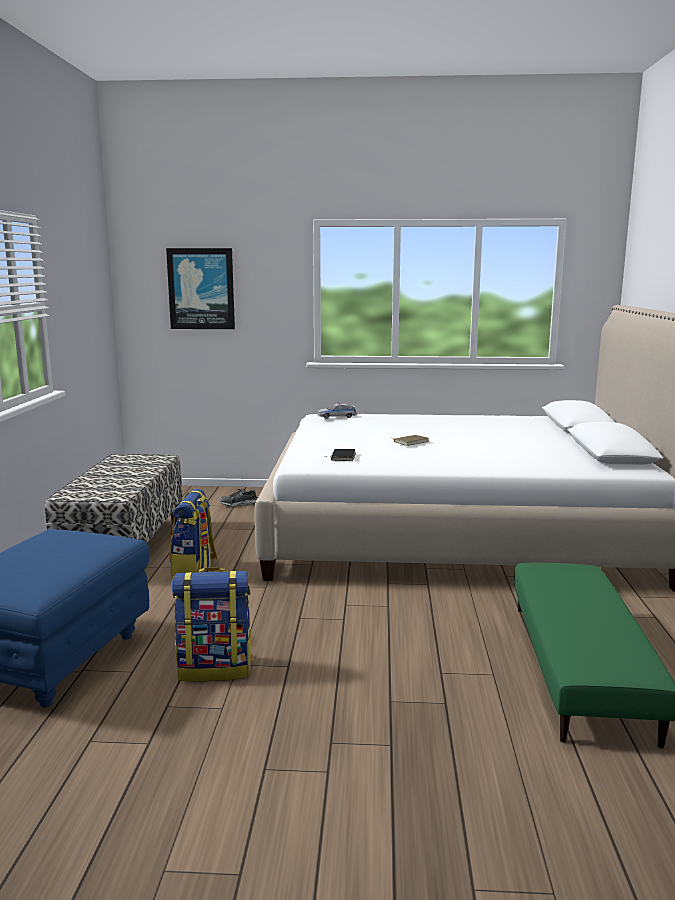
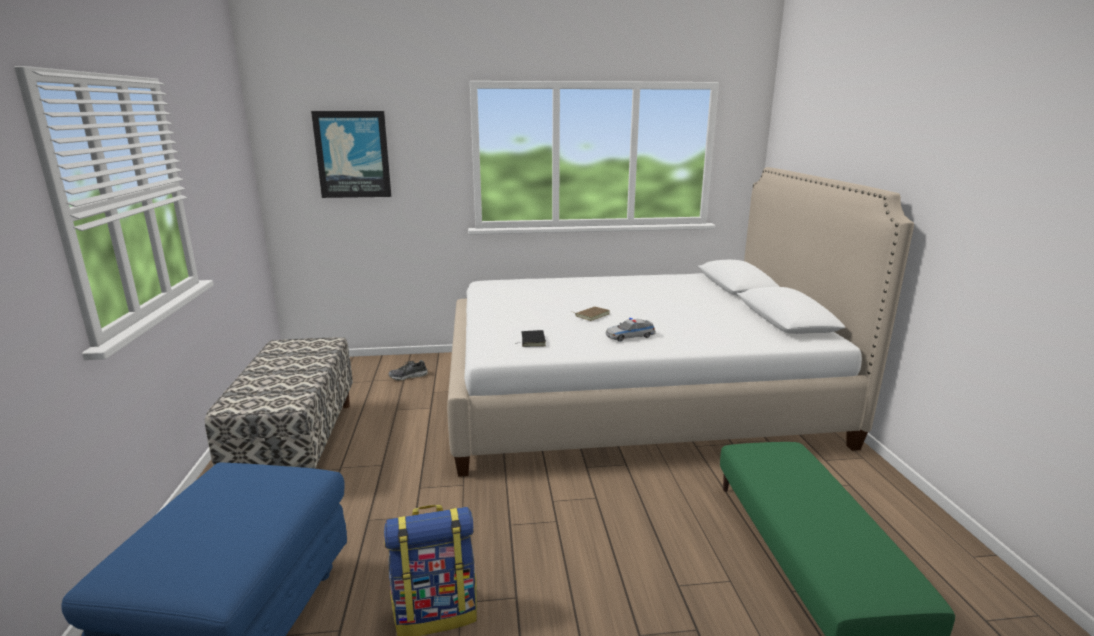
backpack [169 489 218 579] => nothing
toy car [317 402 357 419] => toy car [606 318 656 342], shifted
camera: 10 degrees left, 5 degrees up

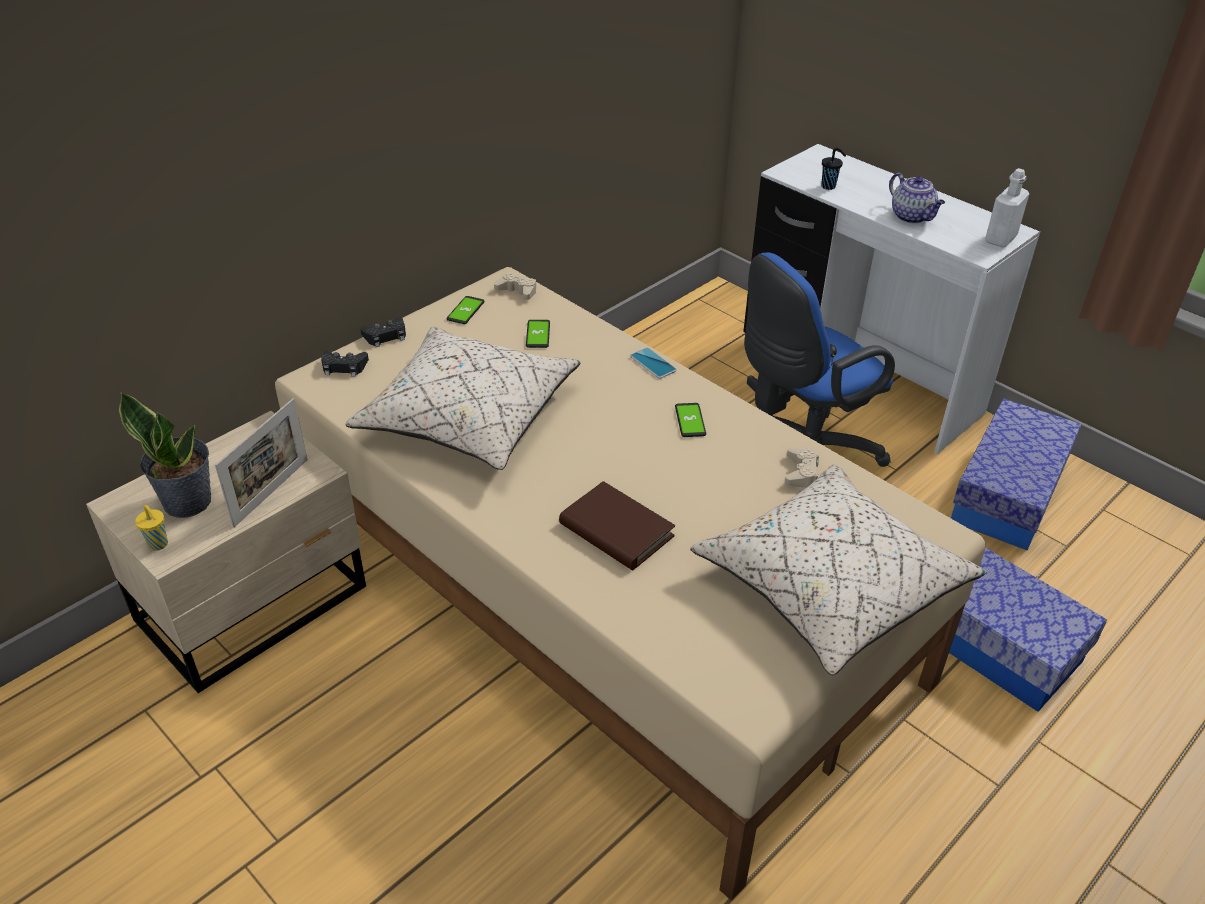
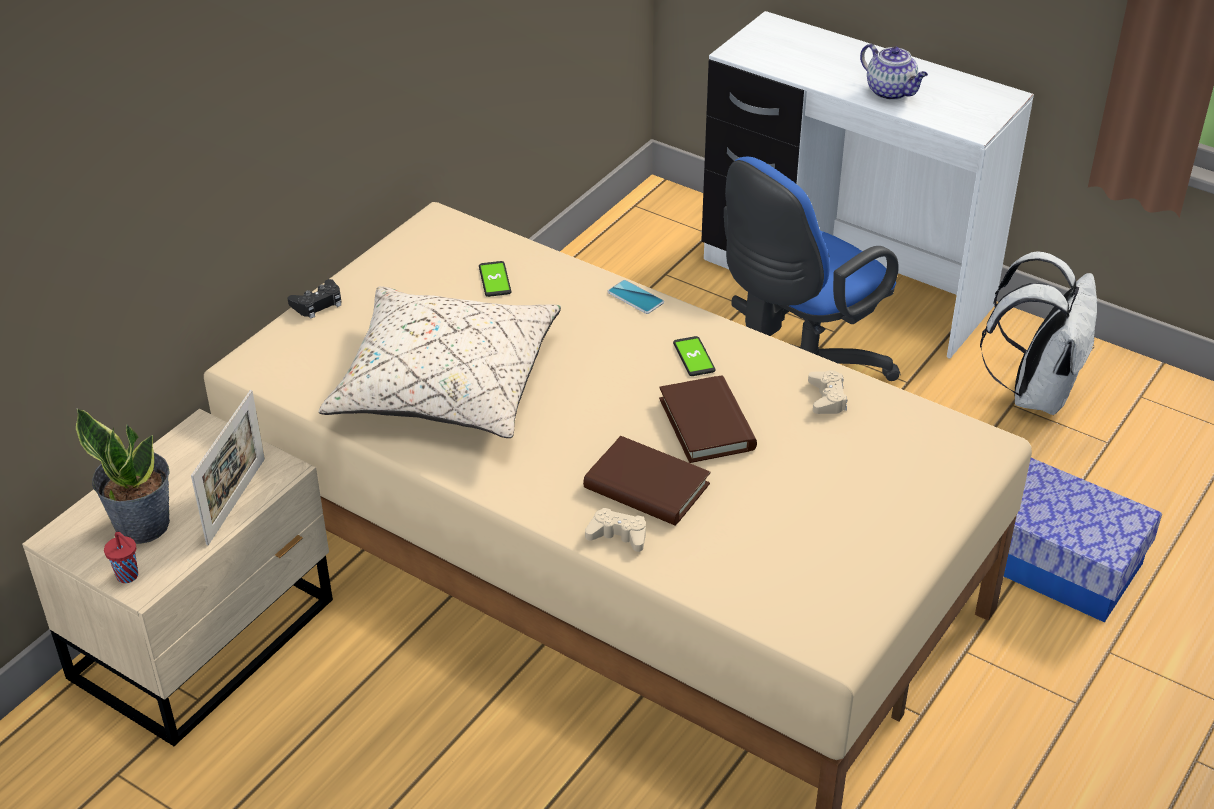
yellow cup [135 505 168 551] => red cup [104 532 138 583]
black game controller [321 350 369 377] => nothing
phone [447 296 485 324] => nothing
beige game controller [494 272 536 300] => beige game controller [585 508 646 552], shifted
beige pillow [690 464 986 675] => nothing
black cup [821 148 846 190] => nothing
storage box [951 398 1081 550] => white backpack [980 251 1097 415]
white bottle [985 168 1029 248] => nothing
nothing => brown book [659 375 757 463]
camera: 10 degrees left, 0 degrees up

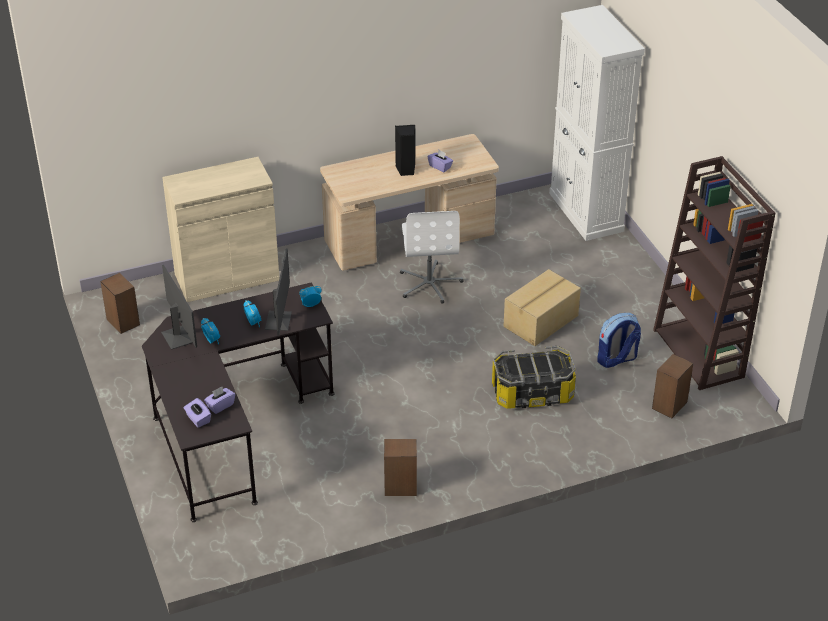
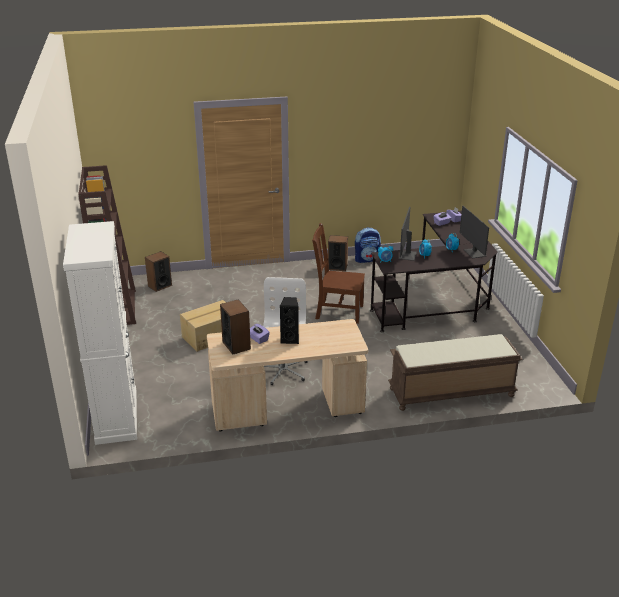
speaker [100 273 140 334] => speaker [220 299 251 355], shifted
beige cabinet [162 157 279 302] => brown bench [388 334 523 411]
storage box [492 346 576 409] => nothing
backpack [597 313 641 368] => backpack [355 228 381 263], shifted
nothing => brown chair [312 223 365 324]
camera: 170 degrees left, 10 degrees down

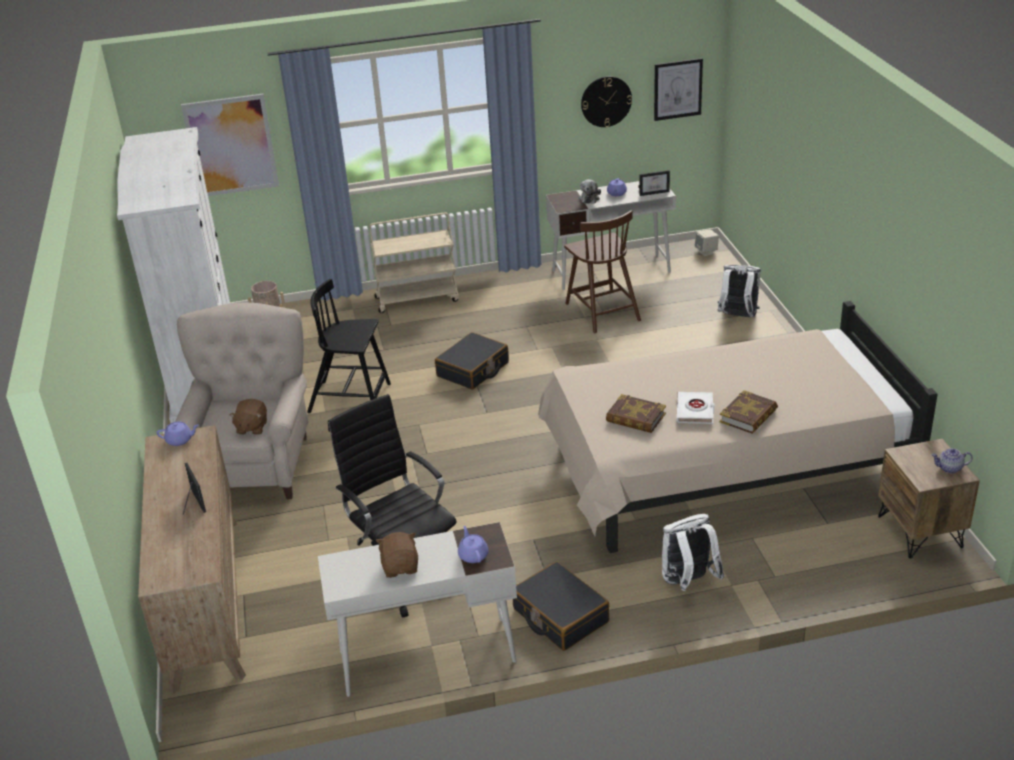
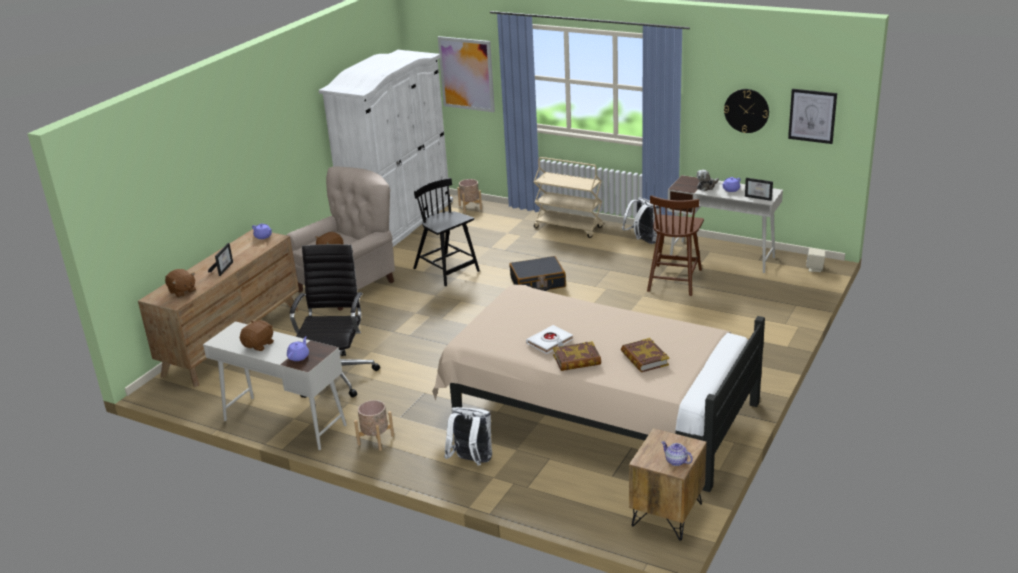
black suitcase [513 561 609 651] => beige planter [354 400 394 451]
book [606 394 666 433] => book [621 338 669 372], shifted
white backpack [717 265 761 317] => white backpack [622 197 660 244], shifted
nothing => brown plush toy [165 269 196 297]
camera: 40 degrees right, 5 degrees down

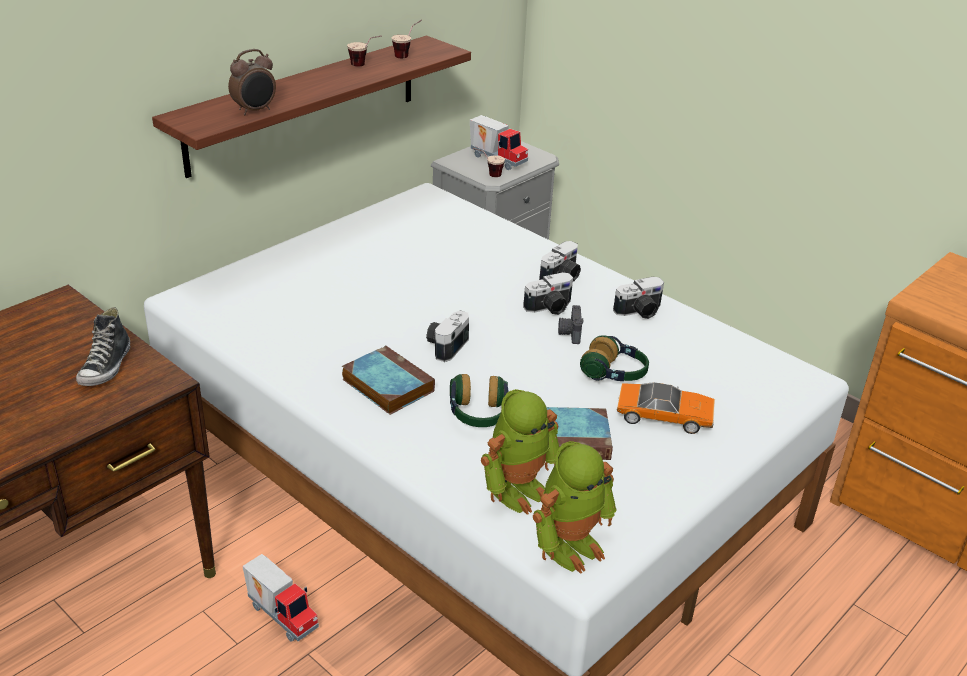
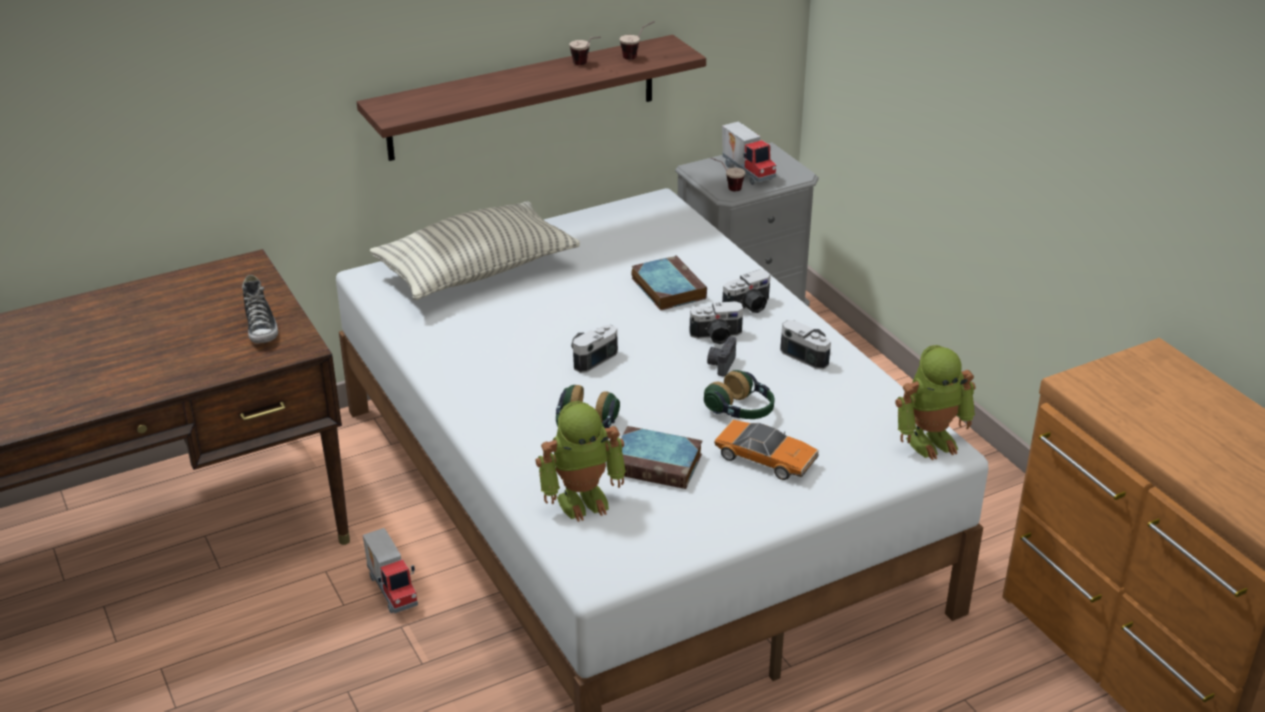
shoe [76 307 131 386] => shoe [242 275 278 343], 45 degrees counterclockwise
alarm clock [228 49 276 115] => nothing
book [342 345 435 415] => book [631 255 707 311], shifted
toy robot [533 441 617 574] => toy robot [895 345 976 460], shifted
photo camera [613 277 664 319] => photo camera [780 320 831 369], 135 degrees counterclockwise
nothing => pillow [370 201 580 300]
camera: 20 degrees right, 0 degrees up

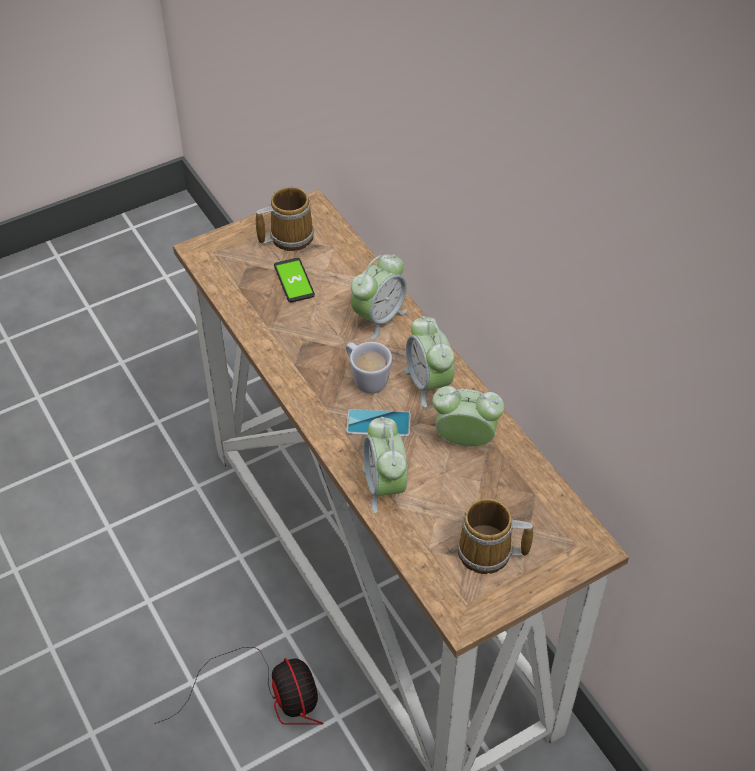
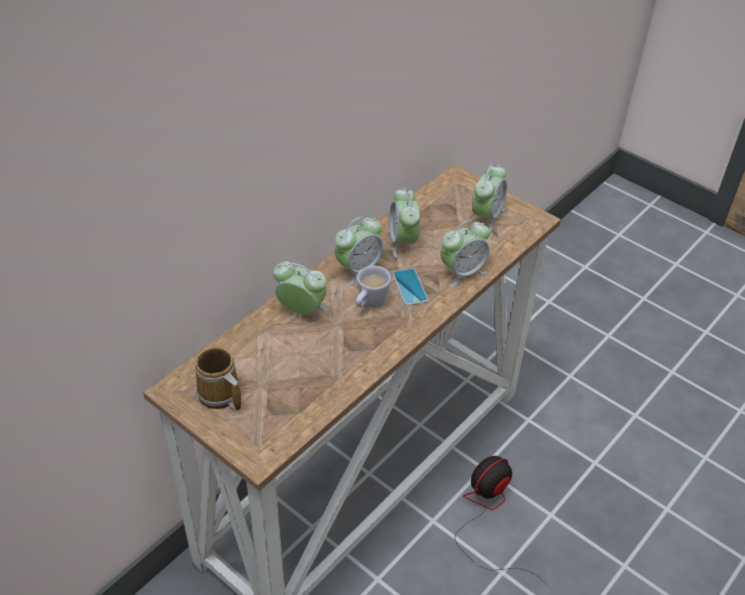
phone [274 258 315 302] => nothing
mug [458 498 533 574] => alarm clock [472 164 507 232]
camera: 110 degrees left, 5 degrees down

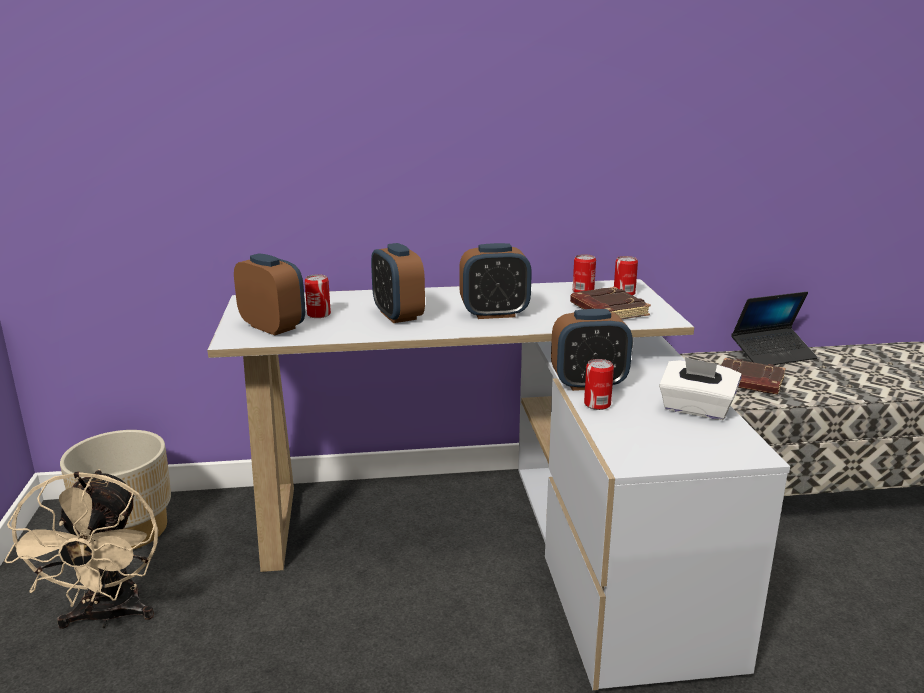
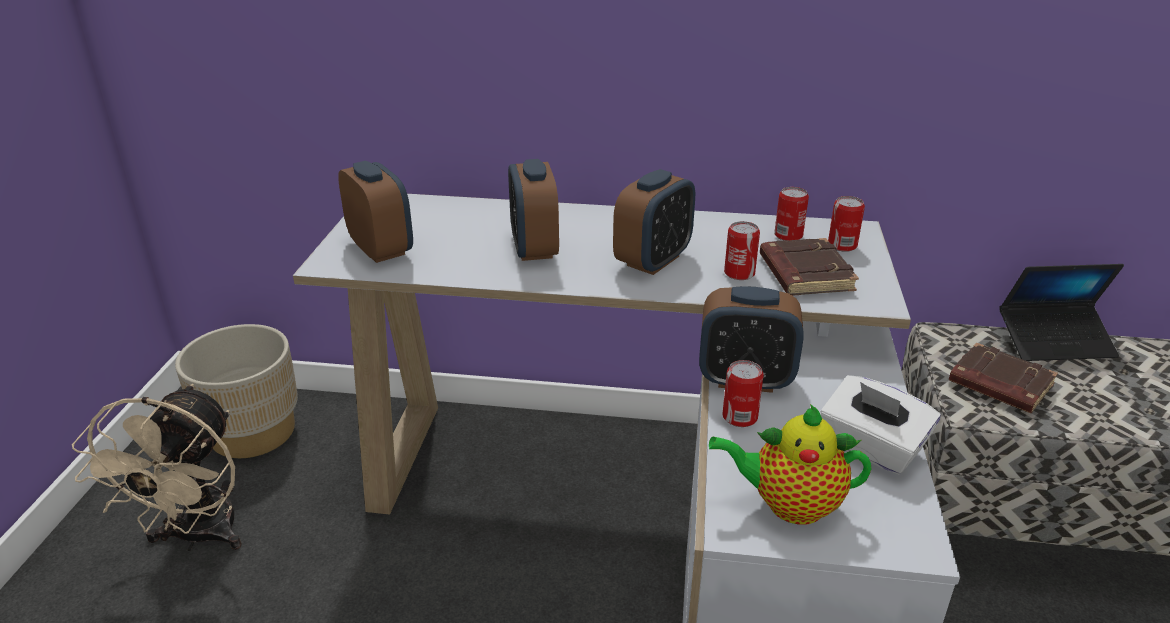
can [305 274 331 318] => can [724 221 760 280], shifted
alarm clock [459 243 532 319] => alarm clock [613 169 695 275], 60 degrees counterclockwise
nothing => teapot [709 404 871 525]
camera: 15 degrees right, 10 degrees up

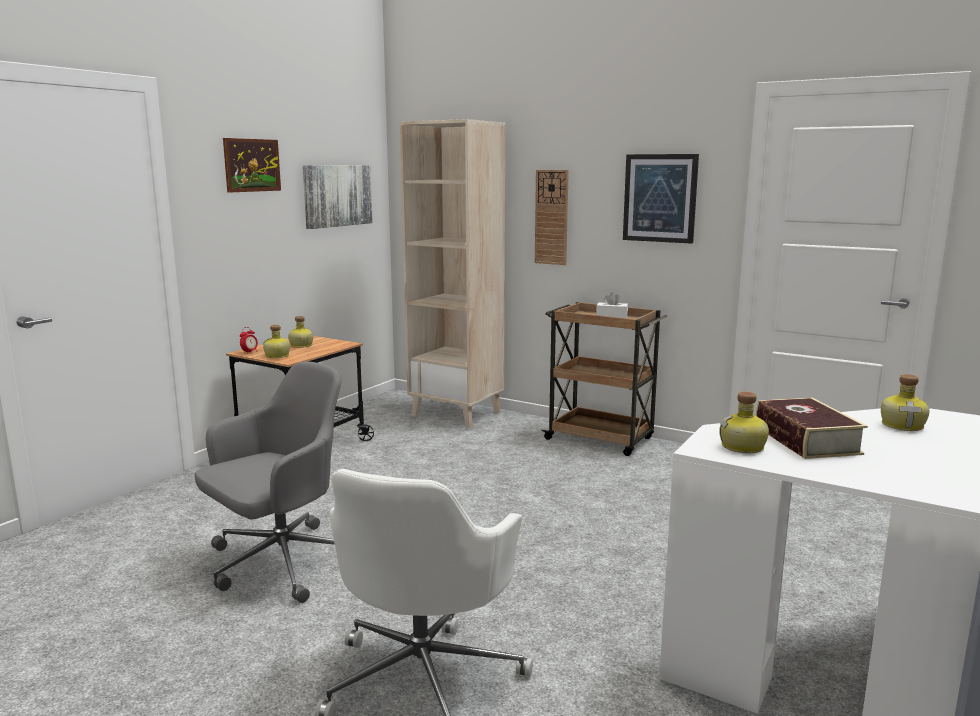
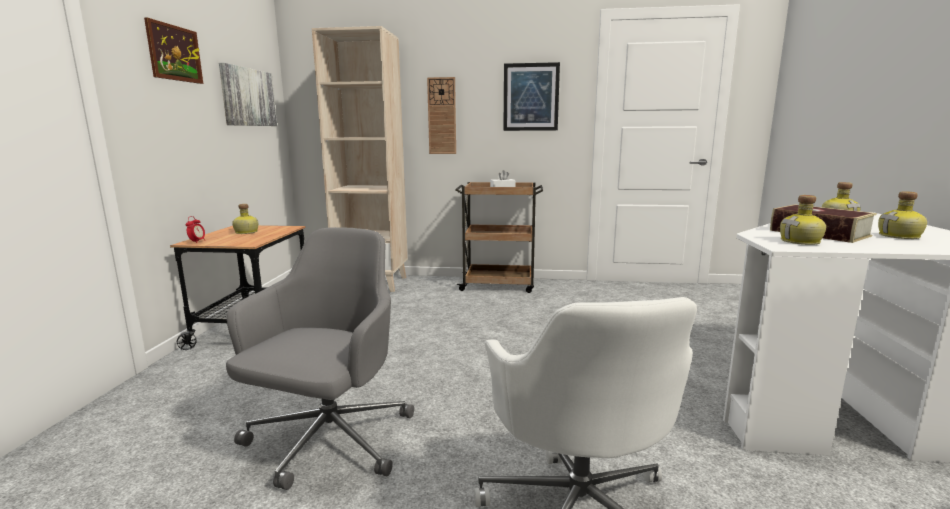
bottle [263 325 290 358] => bottle [878 191 927 239], shifted
camera: 25 degrees left, 0 degrees up

